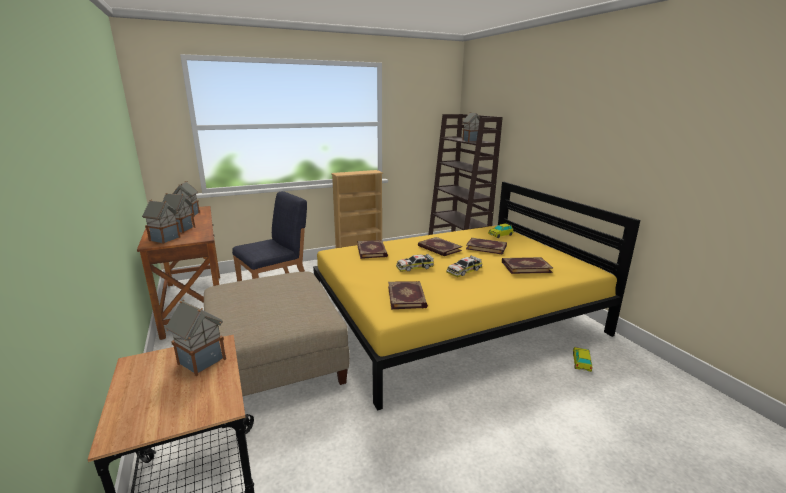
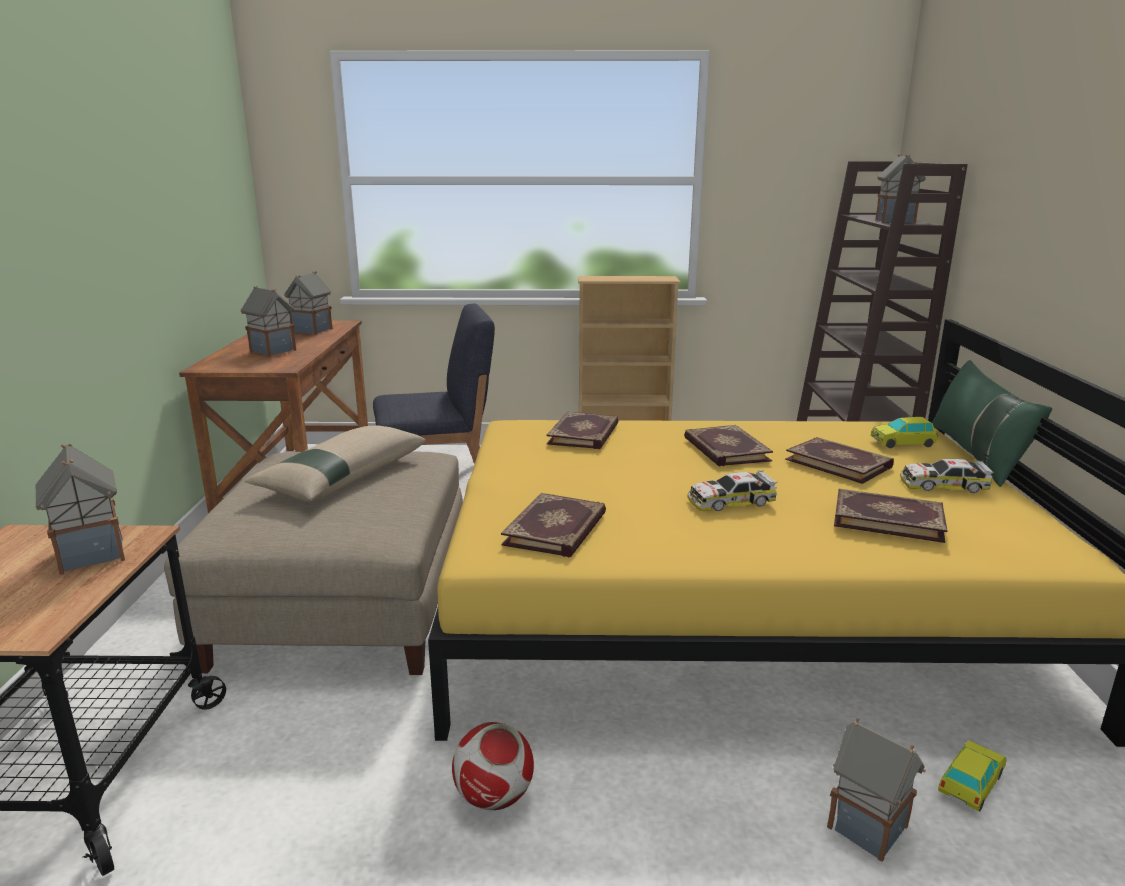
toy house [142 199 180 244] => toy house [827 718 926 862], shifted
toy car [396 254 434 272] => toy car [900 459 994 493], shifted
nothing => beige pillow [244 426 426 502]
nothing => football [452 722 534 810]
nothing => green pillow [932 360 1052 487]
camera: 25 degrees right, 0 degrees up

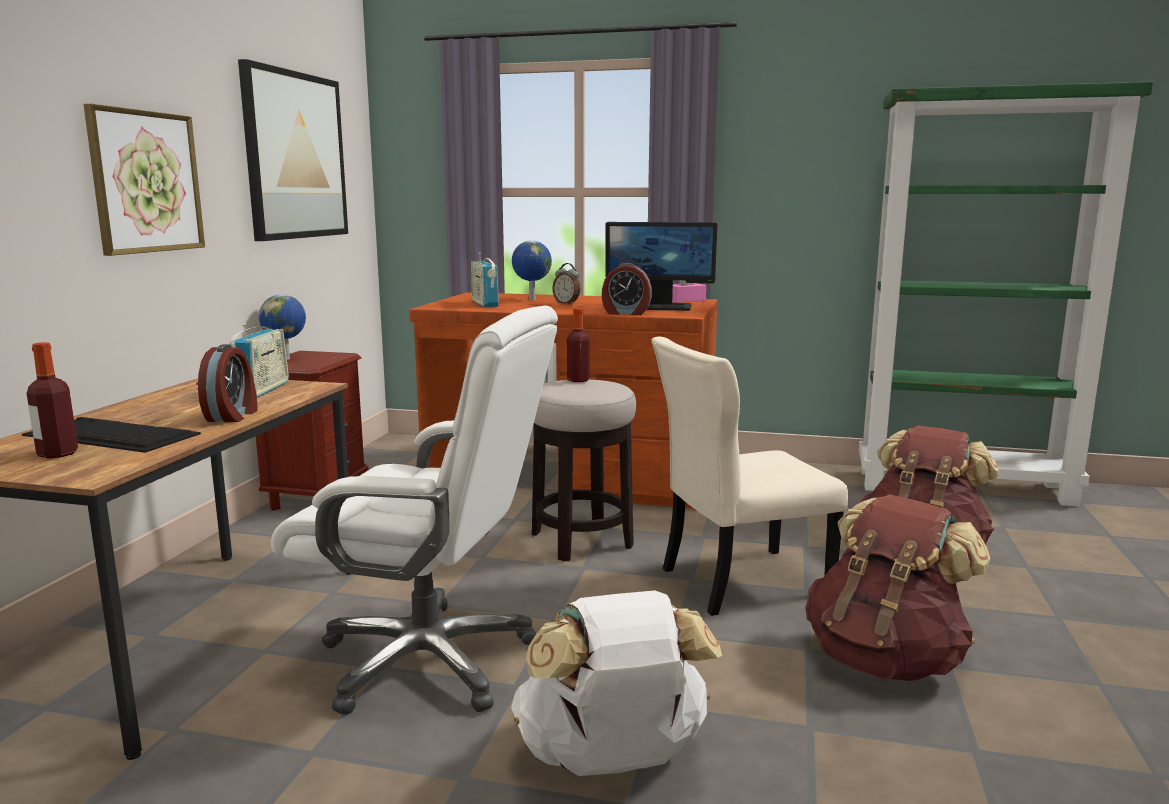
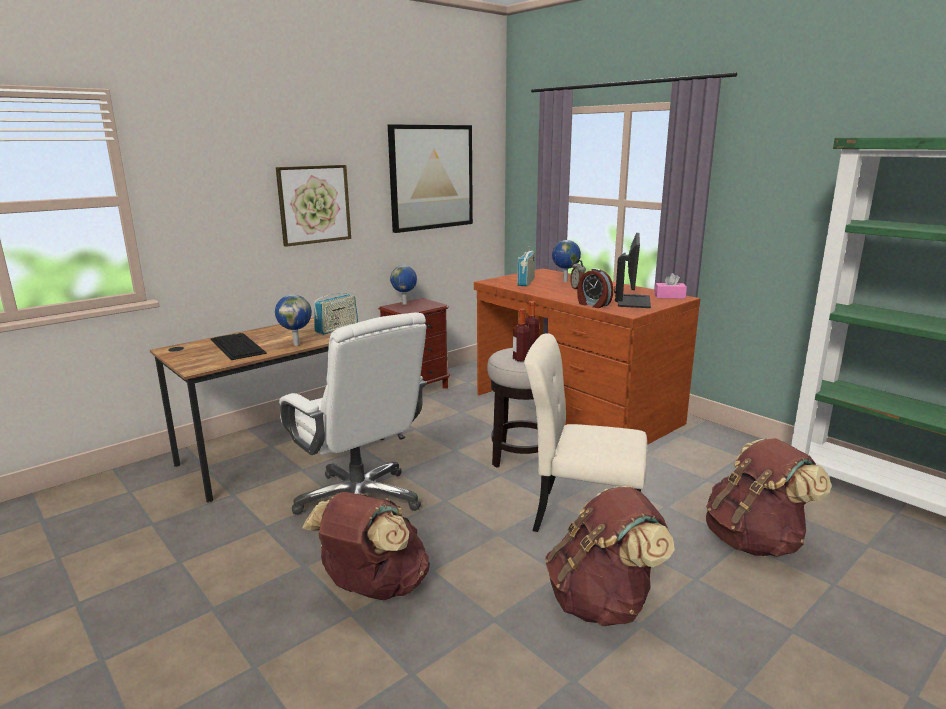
bottle [27 342 78 458] => bottle [513 308 530 362], shifted
alarm clock [198 344 257 422] => globe [275 294 312 346]
white backpack [511 590 722 776] => brown backpack [302 492 430 600]
monitor [606 222 717 311] => monitor [614 233 651 308], 120 degrees counterclockwise
camera: 35 degrees right, 5 degrees up

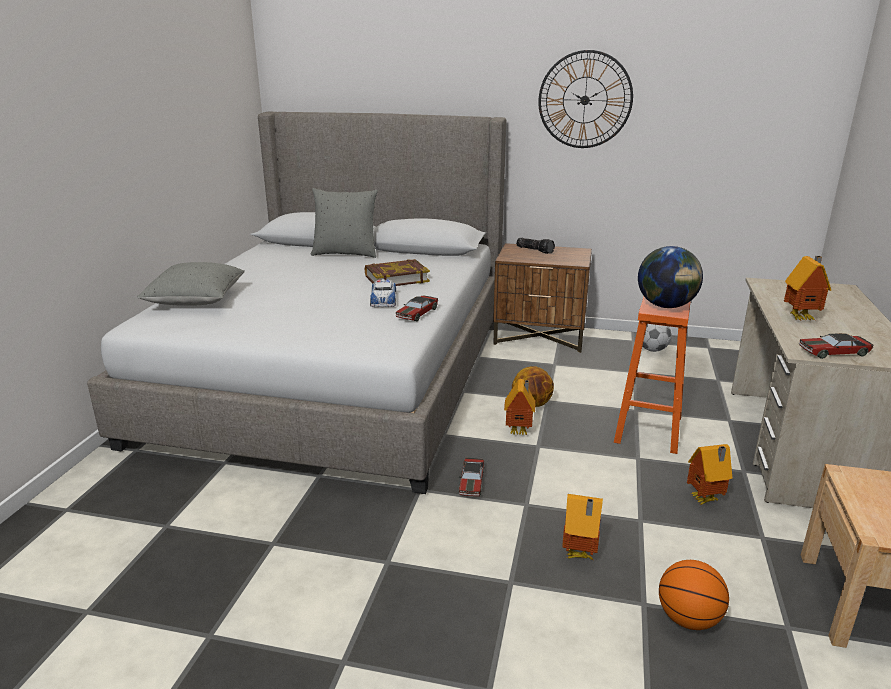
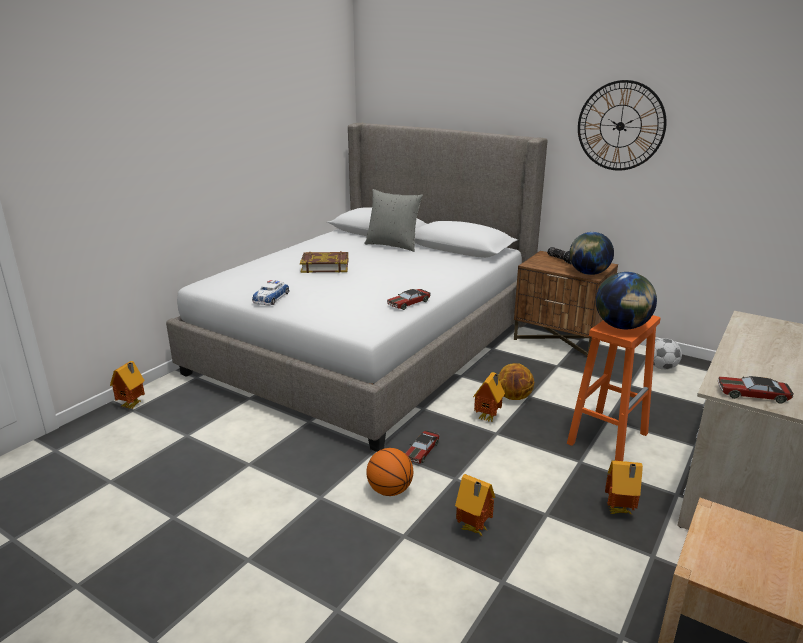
grey pillow [137 262 245 306] => nothing
book [365 259 430 286] => book [300 251 348 273], shifted
toy car [370 279 396 307] => toy car [252 280 290 305], shifted
basketball [659 560 729 630] => basketball [366 448 413 496], shifted
toy house [784 256 831 320] => toy house [110 361 145 409], shifted
nothing => globe [569 232 614 275]
camera: 20 degrees right, 0 degrees up

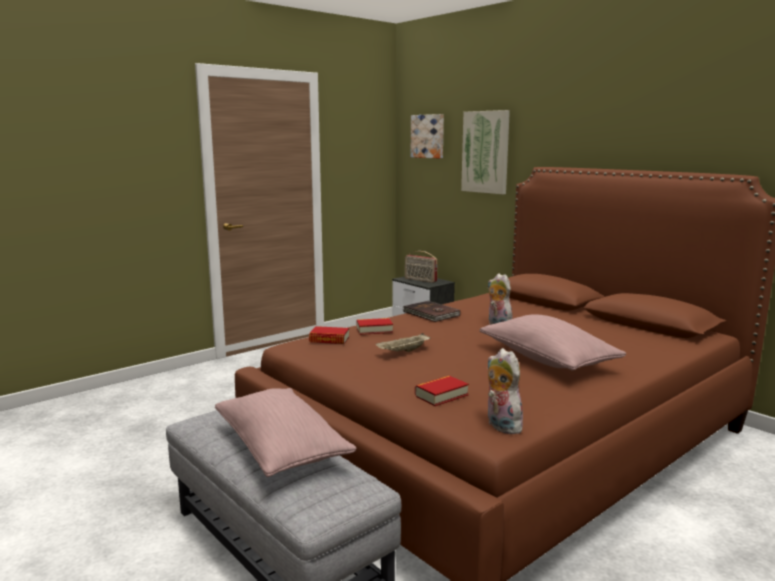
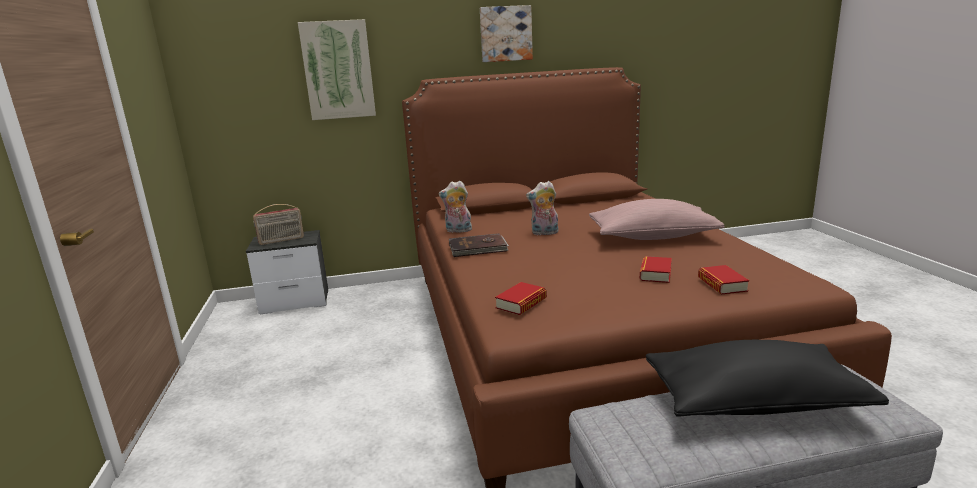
pink pillow [215 388 357 477] => black pillow [646 340 889 417]
book [357 318 393 335] => book [640 256 672 283], shifted
beige tray [376 333 430 352] => nothing
picture [411 114 444 159] => picture [480 5 533 62], shifted
plush toy [487 348 525 434] => plush toy [439 181 472 233], shifted
camera: 60 degrees left, 5 degrees up

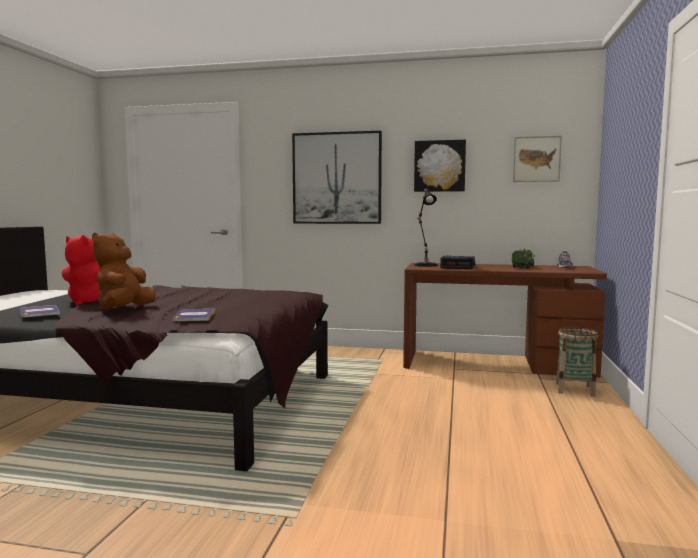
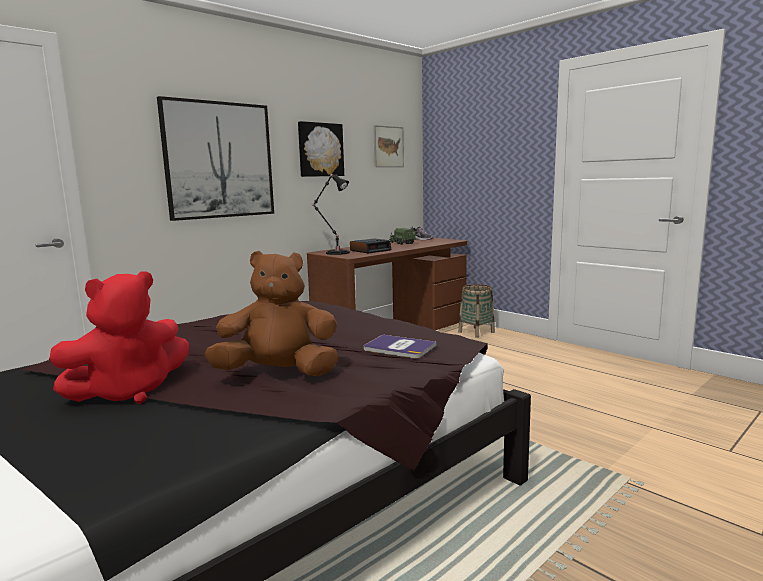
book [20 305 60 318] => nothing
brown plush toy [92 233 156 309] => brown plush toy [204 251 338 376], 135 degrees clockwise
camera: 55 degrees left, 5 degrees up

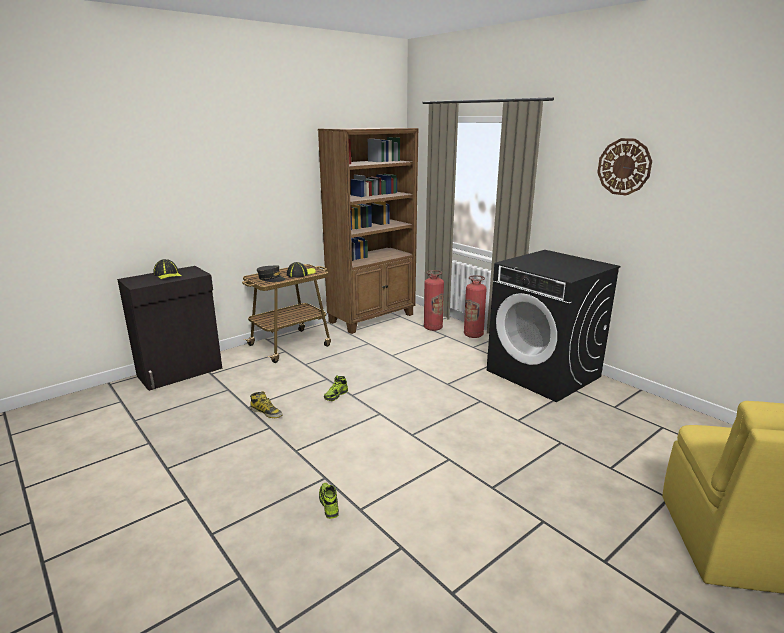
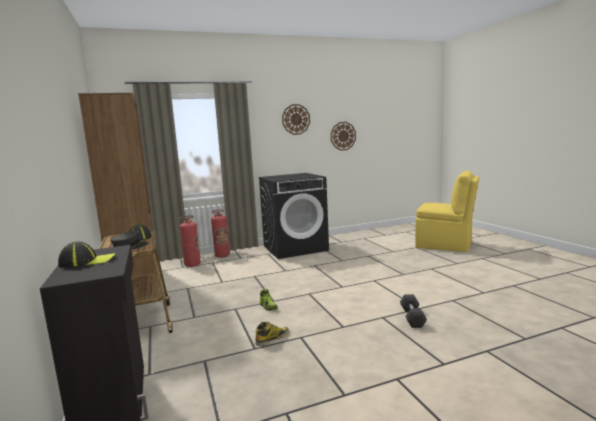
shoe [319 483 339 519] => black dumbbell [400 294 427 328]
nothing => wall clock [331 122 356 151]
camera: 70 degrees left, 10 degrees down

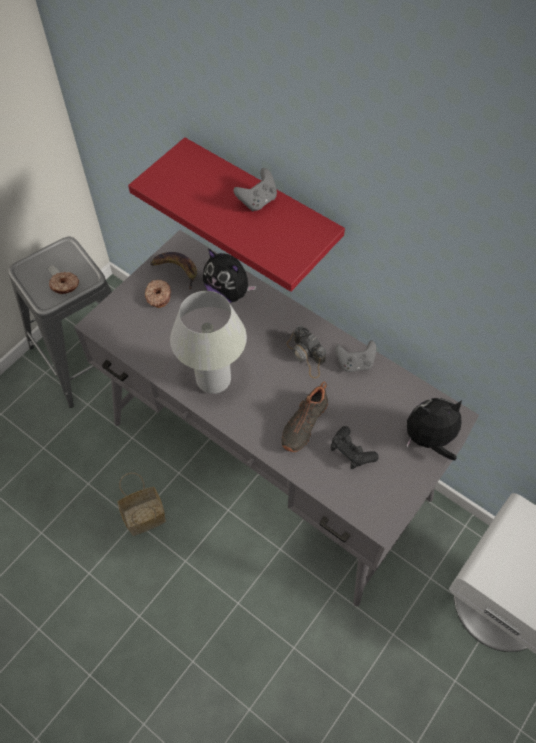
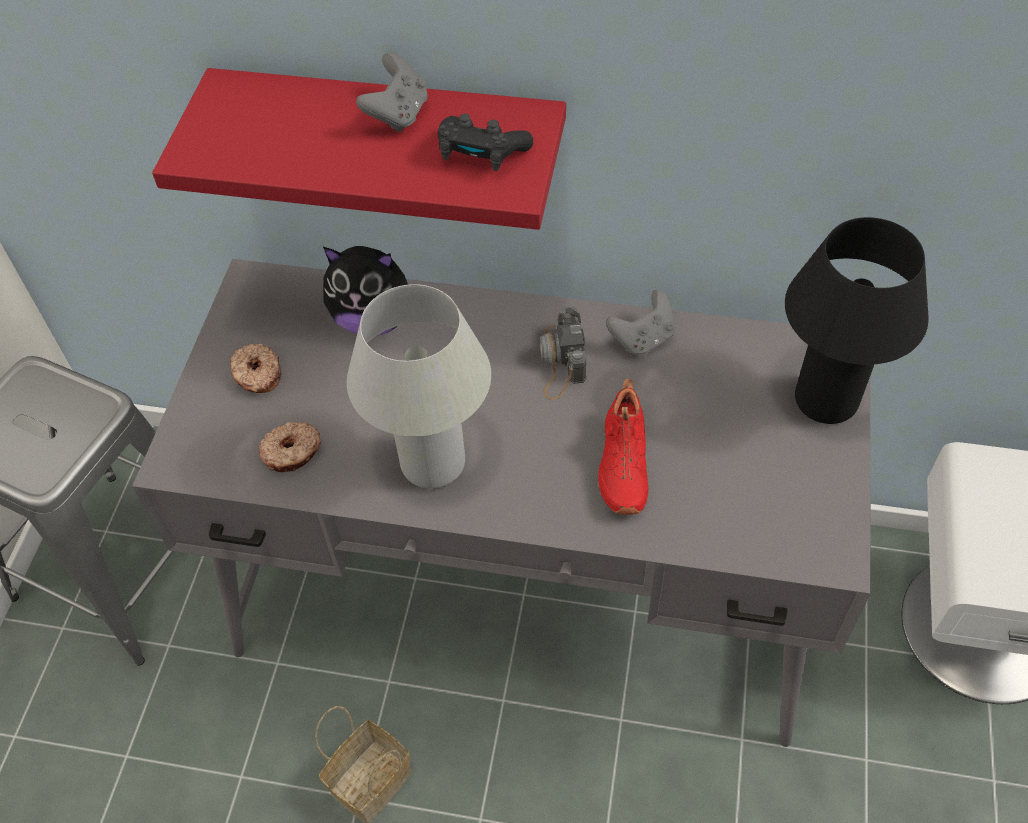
donut [49 272 79 294] => donut [259 422 321 472], shifted
banana [150 252 197 289] => nothing
black shoe [282 382 328 452] => red shoe [598 379 648 515]
photo camera [286 325 326 379] => photo camera [540 306 586 400], 60 degrees clockwise
black game controller [331 426 379 469] => black game controller [437 114 533 172], shifted
plush toy [407 398 462 460] => black table lamp [785 217 929 424]
camera: 25 degrees left, 5 degrees down

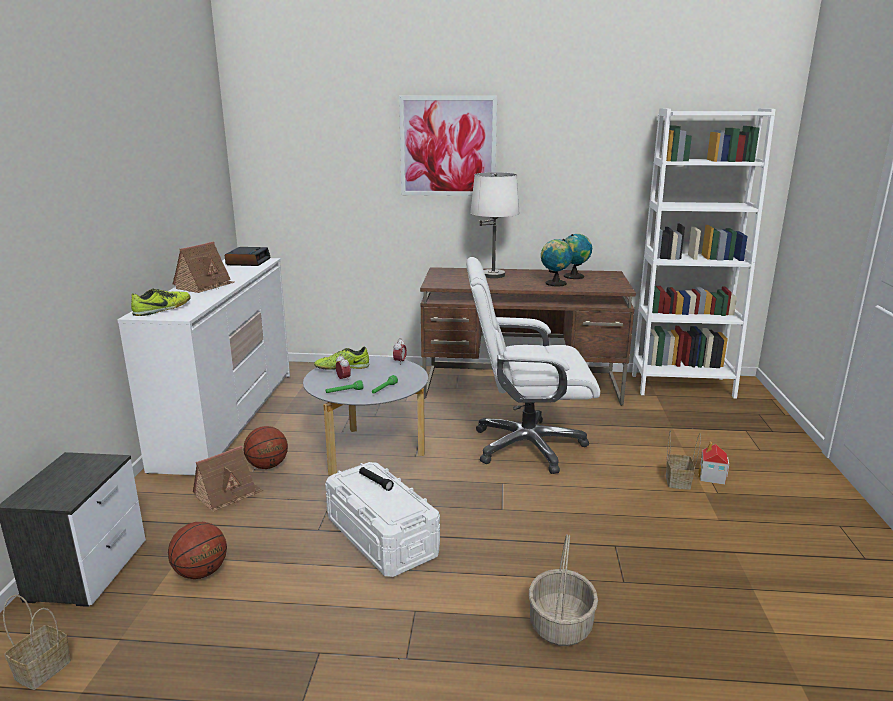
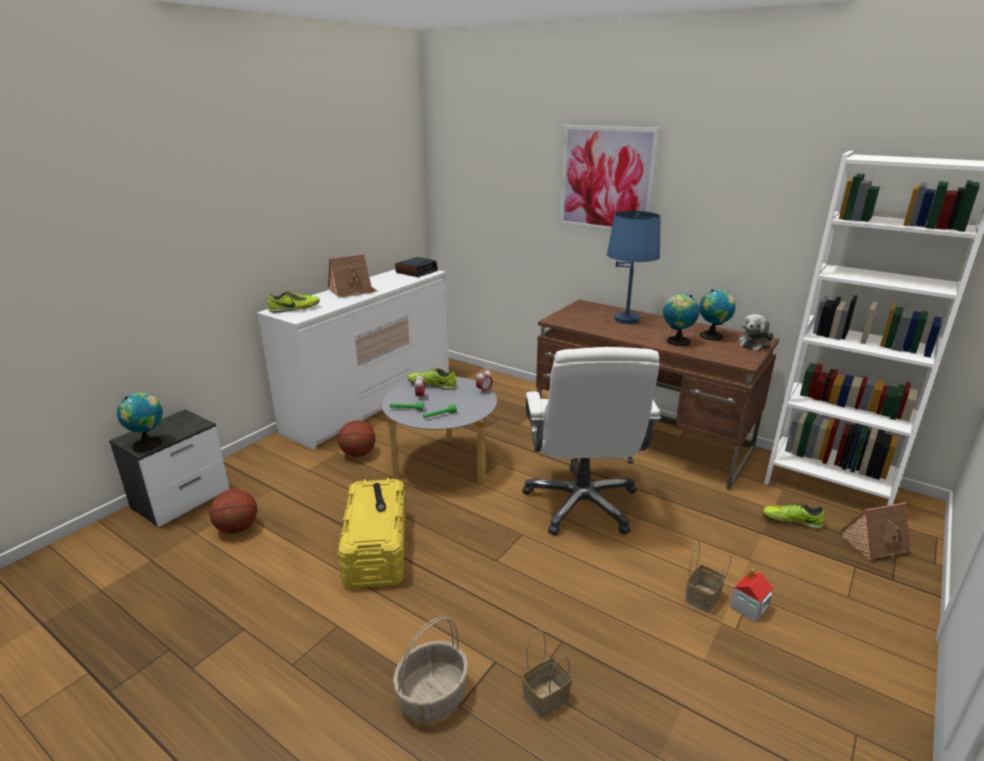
basket [3 595 71 690] => basket [522 629 572 718], shifted
toy house [193 446 263 512] => toy house [840 502 914 560], shifted
white storage box [325 462 440 577] => yellow storage box [338 478 406 588]
white office chair [466 257 600 474] => white office chair [522 347 661 535], 120 degrees counterclockwise
white table lamp [470 172 520 278] => blue table lamp [607 211 661 324]
nothing => globe [117 393 163 451]
nothing => plush toy [738 314 774 351]
nothing => shoe [762 503 825 529]
camera: 30 degrees right, 5 degrees up

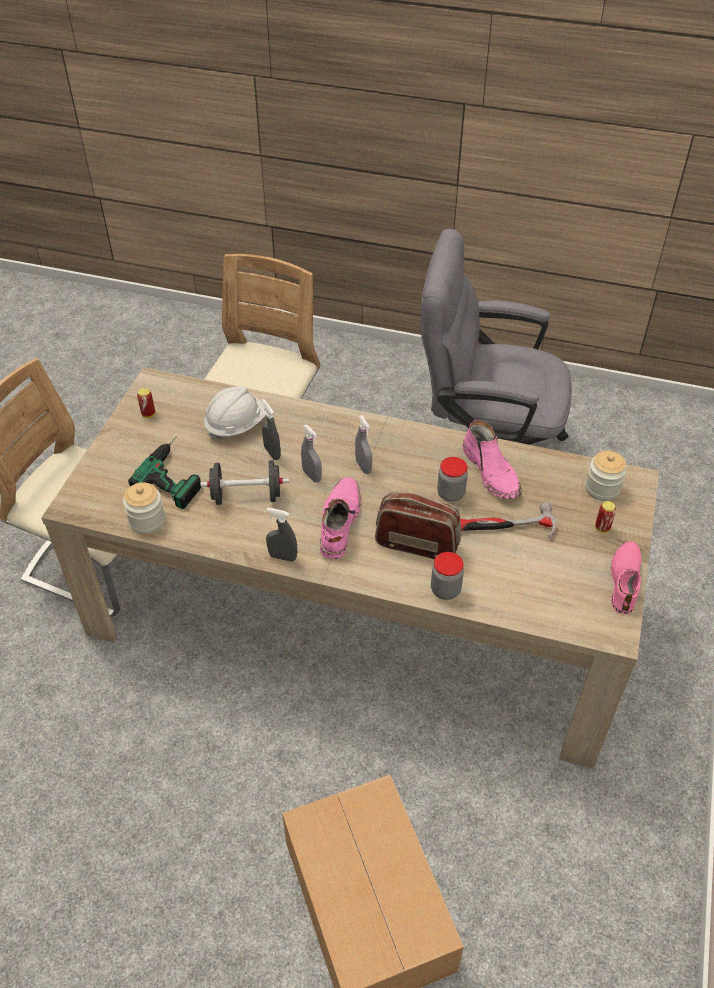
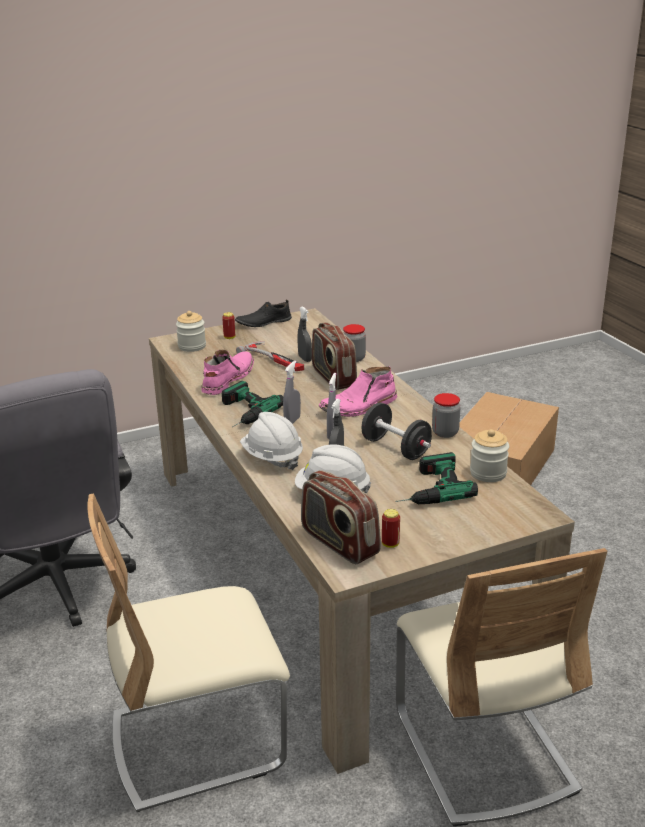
grey spray bottle [266 508 297 562] => grey spray bottle [298 306 312 362], shifted
jar [437 457 468 502] => jar [432 393 460 438], shifted
pink shoe [611 541 641 614] => black shoe [235 299 292 327]
nothing => power drill [222 381 283 427]
nothing => white hard hat [240 412 303 470]
nothing => radio [301 470 381 564]
camera: 130 degrees left, 20 degrees down

